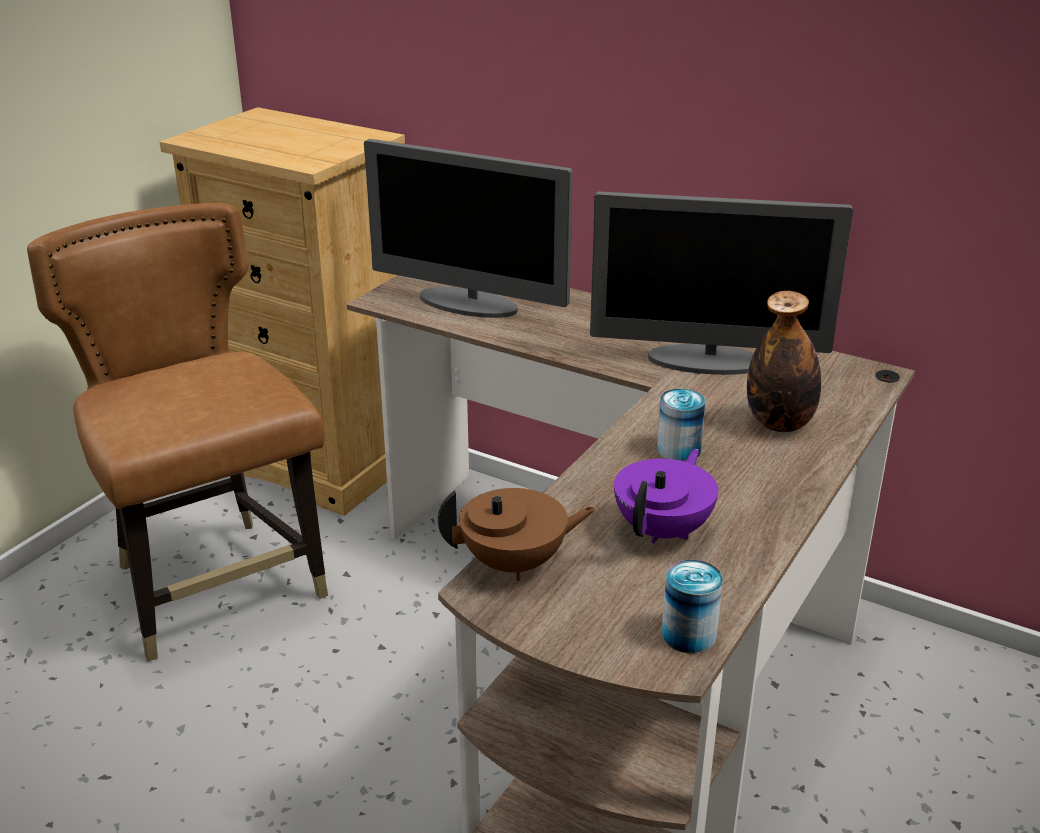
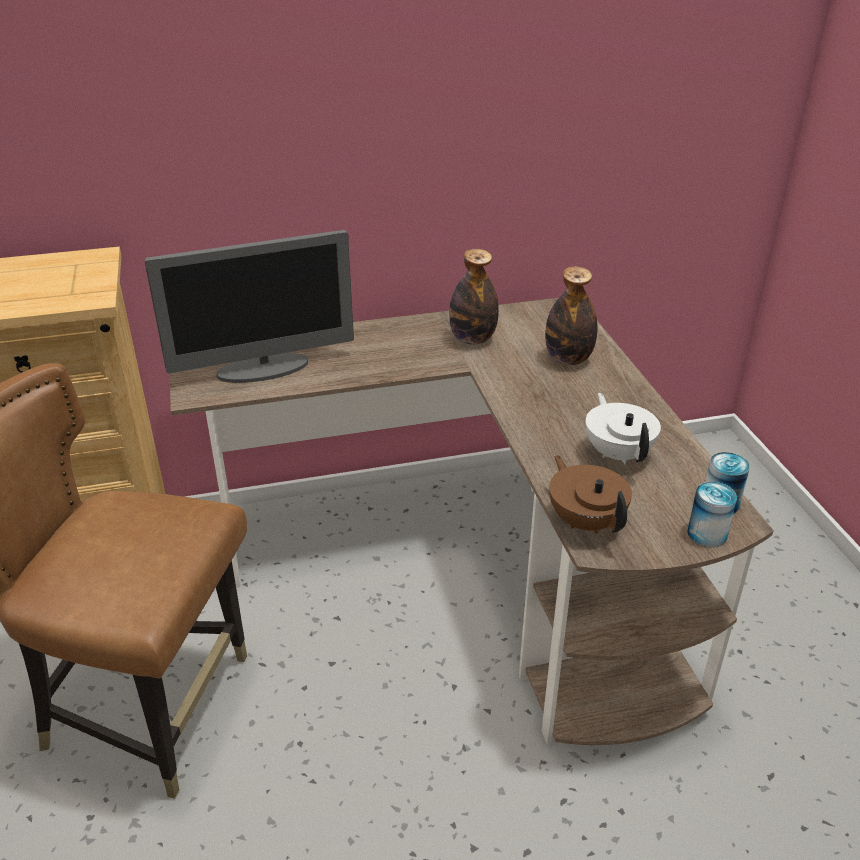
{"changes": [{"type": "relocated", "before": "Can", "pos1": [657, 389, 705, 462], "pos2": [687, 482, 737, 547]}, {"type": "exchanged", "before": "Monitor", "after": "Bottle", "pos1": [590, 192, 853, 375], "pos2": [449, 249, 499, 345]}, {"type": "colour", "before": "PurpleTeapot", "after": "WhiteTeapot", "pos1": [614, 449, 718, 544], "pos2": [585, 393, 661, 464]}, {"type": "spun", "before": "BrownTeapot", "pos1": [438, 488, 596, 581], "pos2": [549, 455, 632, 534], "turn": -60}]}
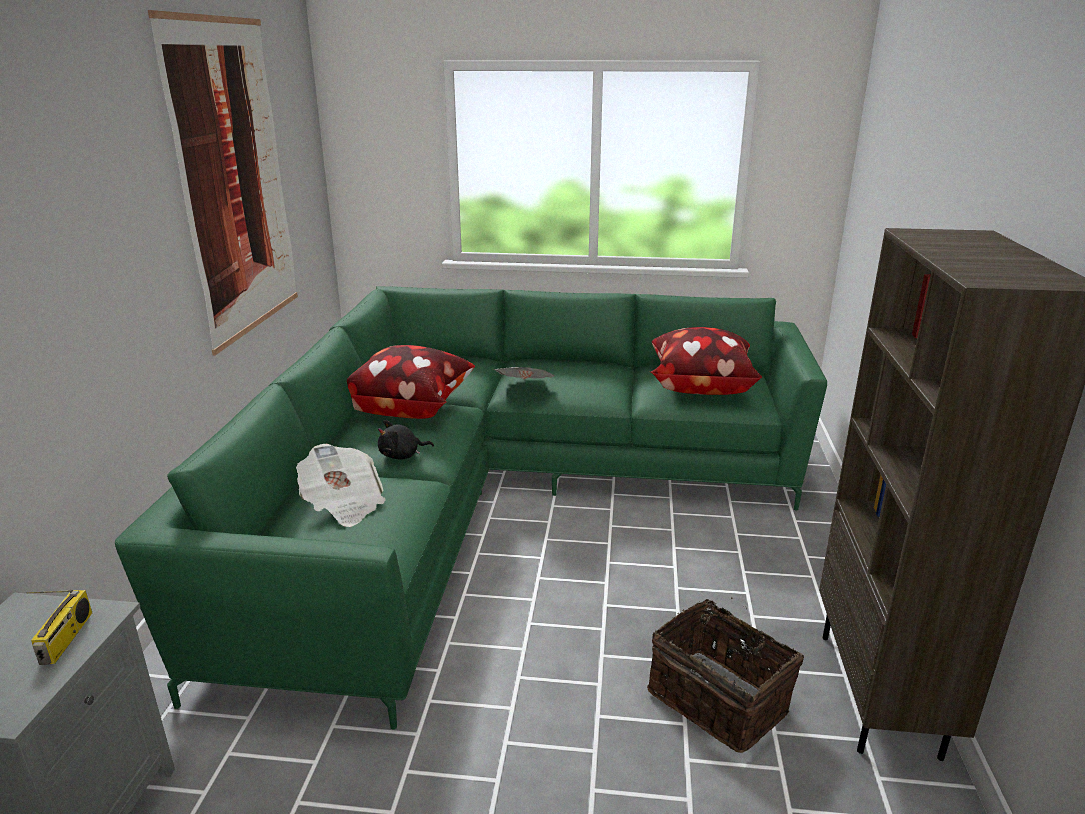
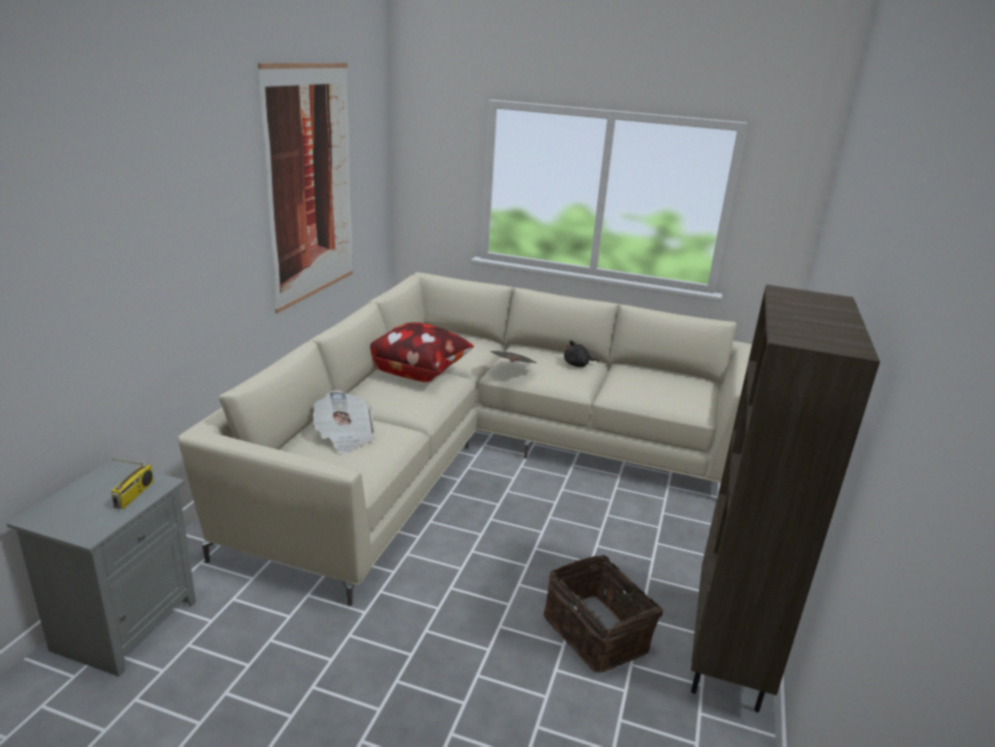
{"changes": [{"type": "missing", "before": "Pillow", "pos1": [650, 327, 762, 395]}, {"type": "relocated", "before": "BlackPlushToy", "pos1": [378, 420, 434, 459], "pos2": [564, 340, 599, 367]}, {"type": "colour", "before": "GreenSofa", "after": "BeigeSofa", "pos1": [115, 286, 827, 729], "pos2": [178, 272, 752, 606]}]}
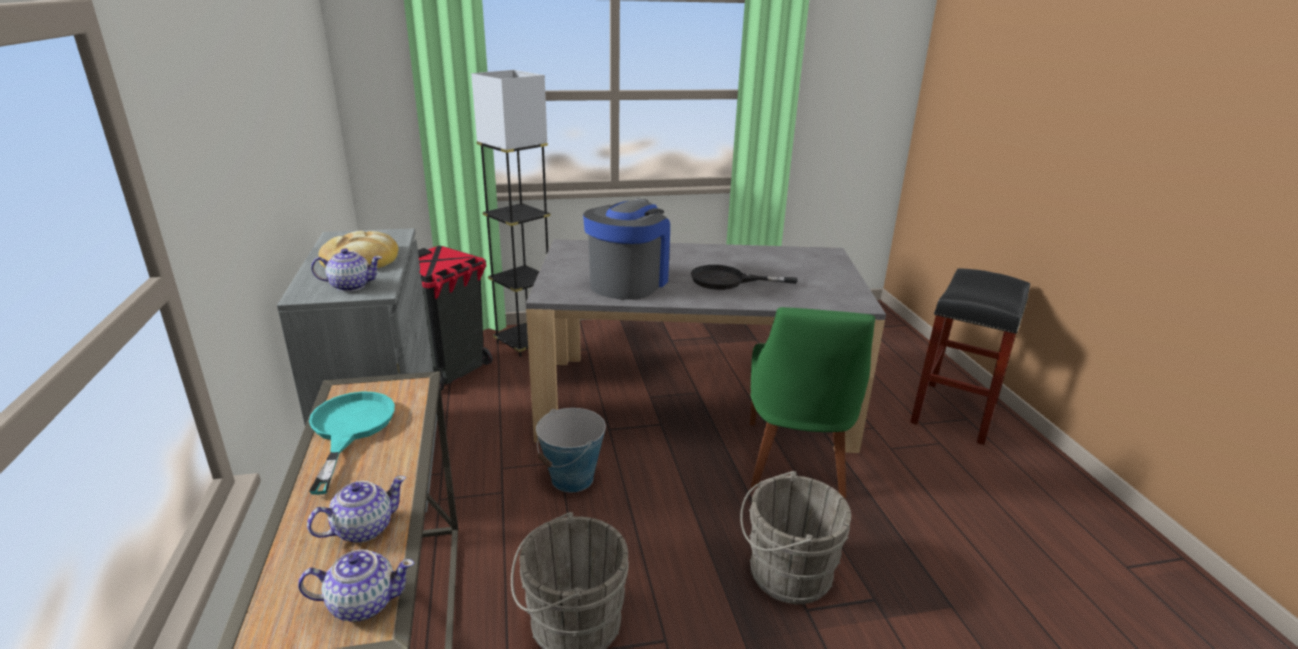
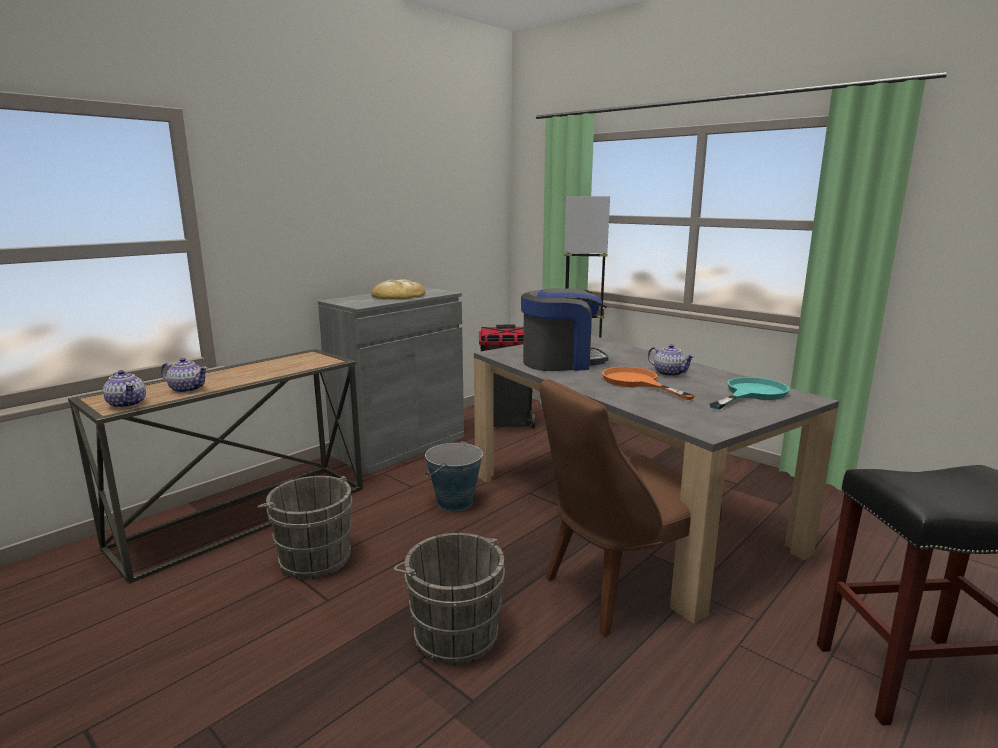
{"changes": [{"type": "relocated", "before": "TurquoiseFryingPan", "pos1": [309, 391, 395, 495], "pos2": [710, 377, 790, 410]}, {"type": "relocated", "before": "Teapot", "pos1": [311, 248, 382, 292], "pos2": [648, 344, 695, 377]}, {"type": "colour", "before": "BlackFryingPan", "after": "OrangeFryingPan", "pos1": [691, 265, 798, 290], "pos2": [602, 367, 695, 400]}, {"type": "colour", "before": "GreenChair", "after": "BrownChair", "pos1": [750, 307, 875, 498], "pos2": [540, 379, 722, 637]}]}
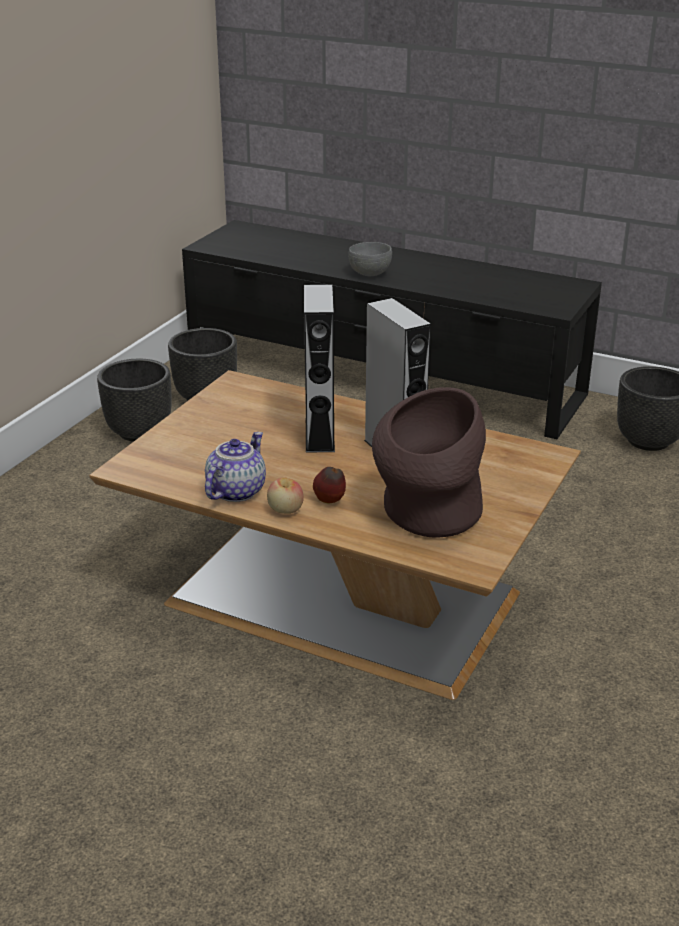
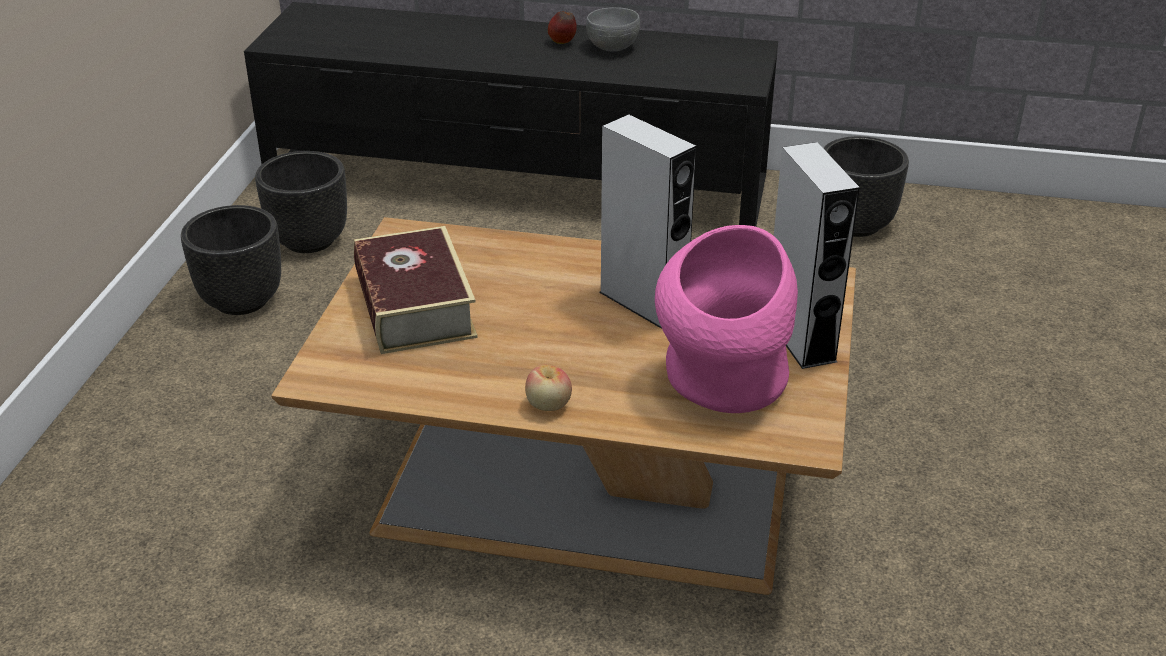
{"changes": [{"type": "missing", "before": "Teapot", "pos1": [205, 432, 266, 502]}, {"type": "appeared", "after": "Book", "pos2": [353, 226, 478, 354]}, {"type": "relocated", "before": "GreySpeaker", "pos1": [304, 284, 335, 453], "pos2": [774, 142, 860, 369]}, {"type": "relocated", "before": "Apple", "pos1": [313, 467, 346, 503], "pos2": [548, 11, 577, 44]}, {"type": "relocated", "before": "GreyBowl", "pos1": [349, 242, 392, 276], "pos2": [586, 7, 640, 52]}, {"type": "colour", "before": "BrownVase", "after": "PinkVase", "pos1": [372, 387, 486, 538], "pos2": [655, 225, 798, 413]}]}
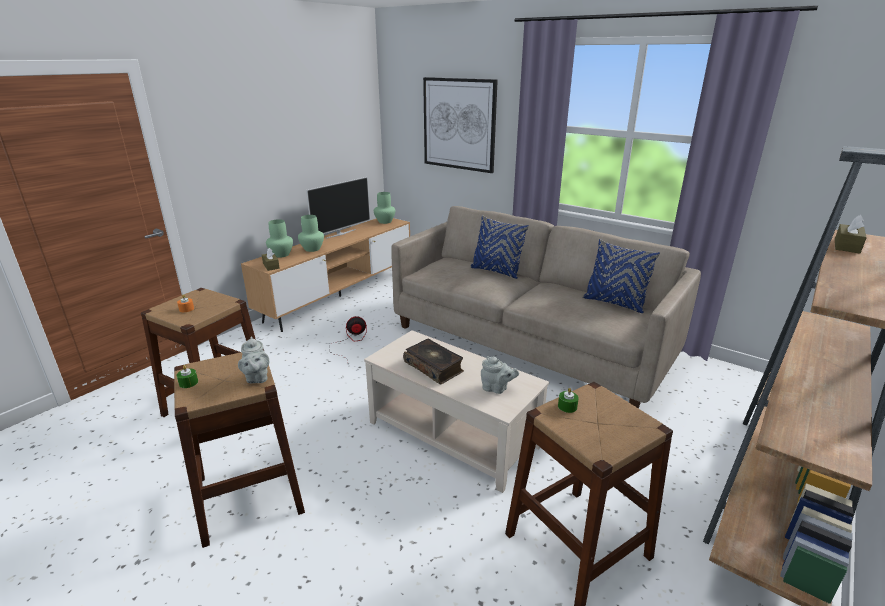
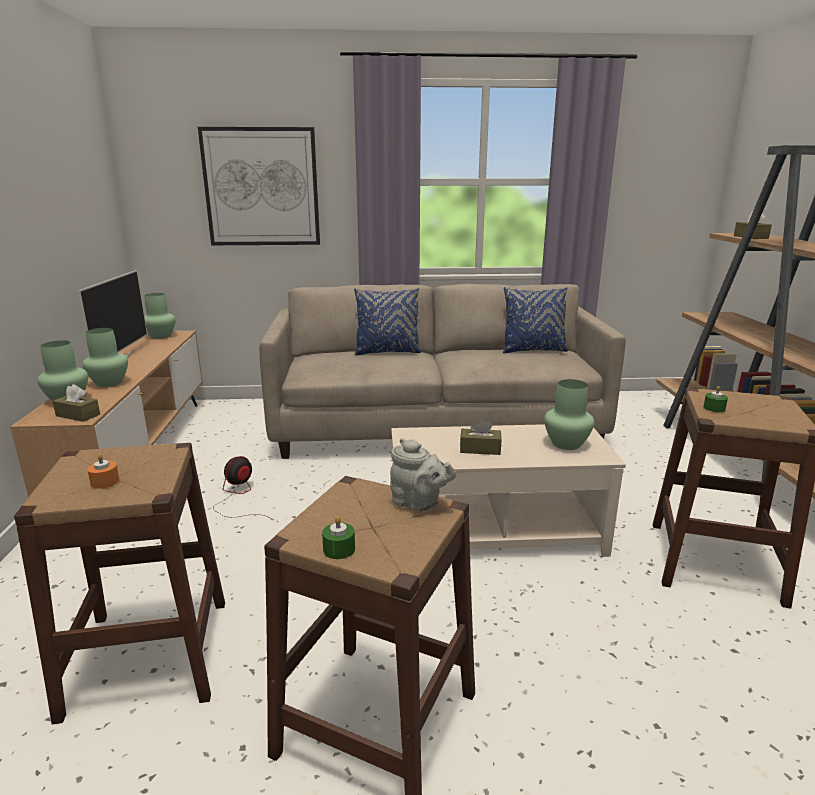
{"changes": [{"type": "exchanged", "before": "Book", "after": "BrownTissueBox", "pos1": [403, 339, 464, 384], "pos2": [460, 419, 502, 455]}, {"type": "exchanged", "before": "GreyTeapot", "after": "GreenVase", "pos1": [481, 356, 519, 394], "pos2": [544, 379, 594, 450]}]}
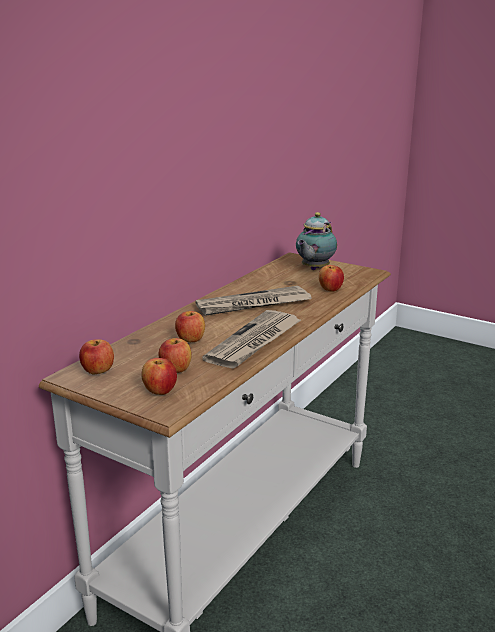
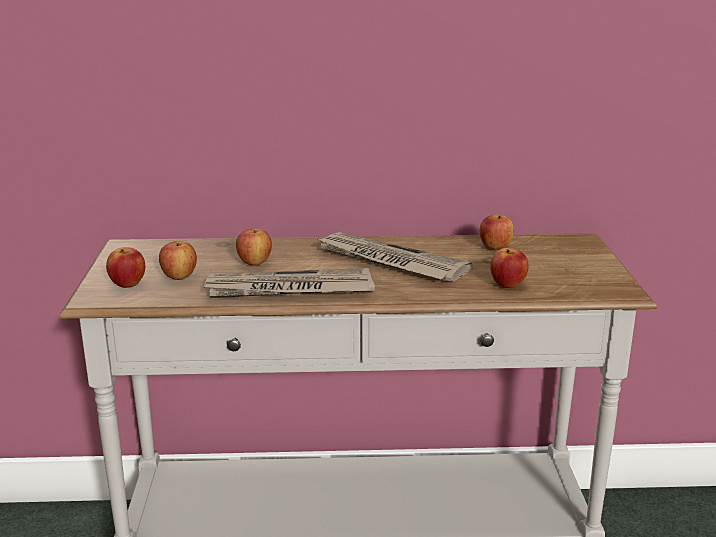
{"changes": [{"type": "missing", "before": "Teapot", "pos1": [296, 212, 337, 270]}, {"type": "relocated", "before": "Apple", "pos1": [79, 339, 114, 374], "pos2": [480, 214, 514, 250]}]}
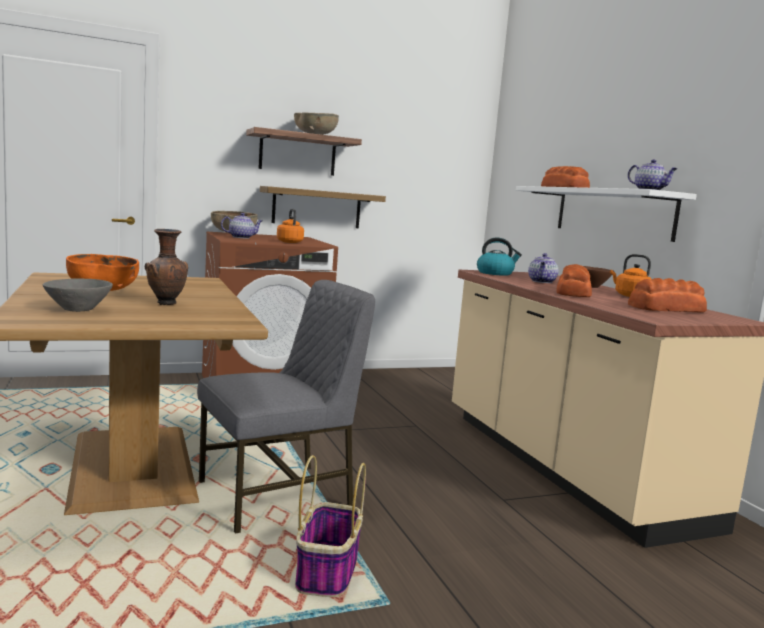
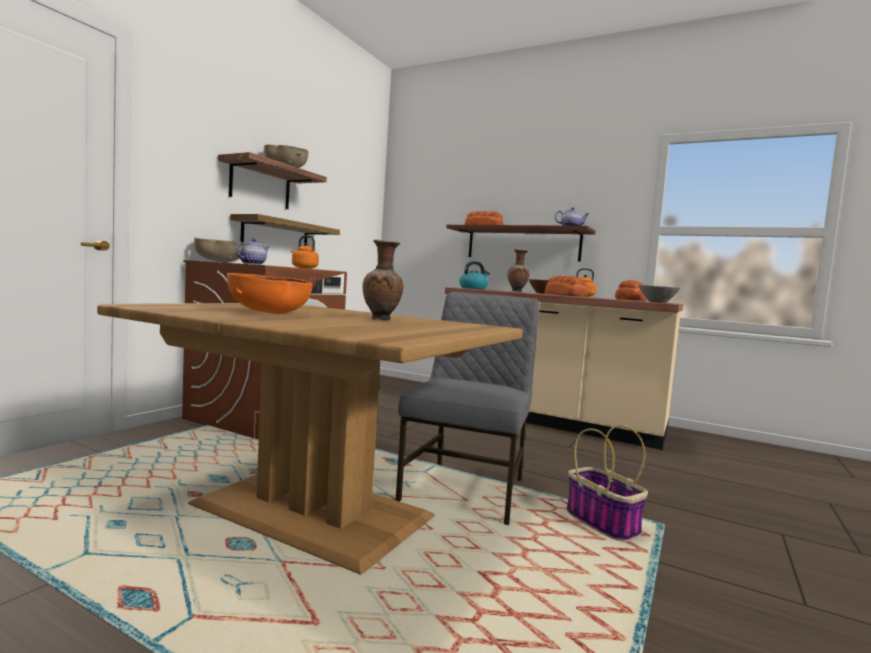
{"changes": [{"type": "relocated", "before": "GreyBowl", "pos1": [43, 278, 113, 312], "pos2": [639, 285, 680, 303]}, {"type": "exchanged", "before": "Teapot", "after": "BrownVase", "pos1": [528, 253, 559, 283], "pos2": [508, 249, 530, 292]}, {"type": "colour", "before": "WhiteShelf", "after": "BrownShelf", "pos1": [516, 186, 697, 242], "pos2": [446, 225, 595, 262]}]}
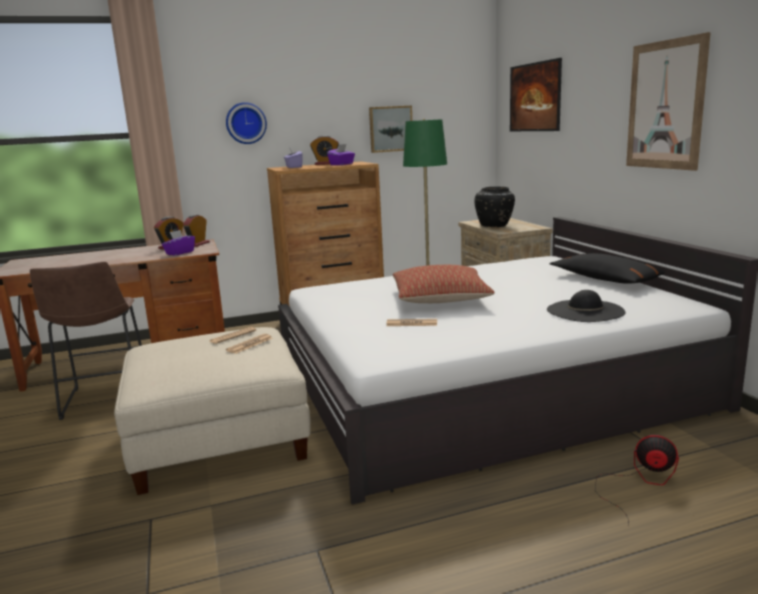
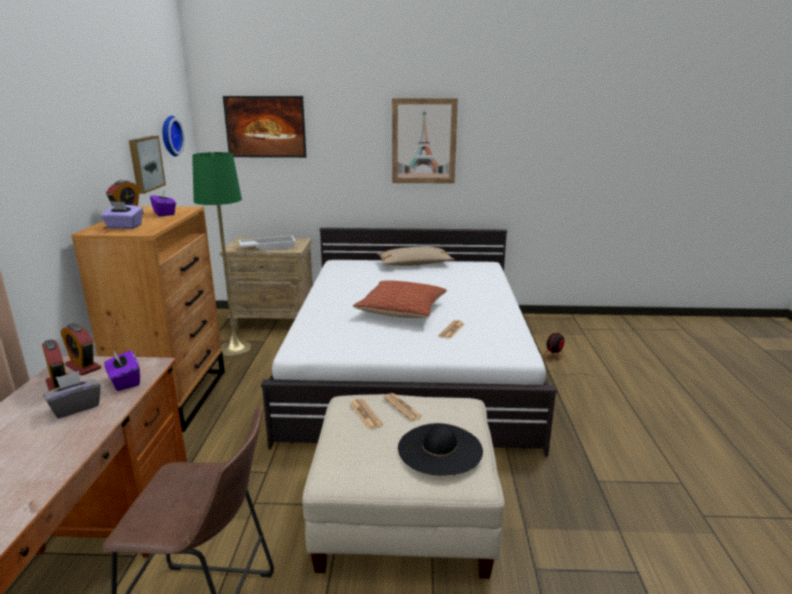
{"changes": [{"type": "appeared", "after": "GreyTissueBox", "pos2": [43, 371, 101, 419]}, {"type": "relocated", "before": "WallClock", "pos1": [226, 102, 267, 144], "pos2": [163, 116, 185, 156]}, {"type": "relocated", "before": "BlackHat", "pos1": [547, 290, 625, 322], "pos2": [398, 423, 483, 475]}, {"type": "exchanged", "before": "BlackVase", "after": "WhiteTray", "pos1": [474, 187, 515, 227], "pos2": [239, 236, 296, 251]}, {"type": "colour", "before": "BlackPillow", "after": "BeigePillow", "pos1": [550, 253, 665, 284], "pos2": [377, 246, 454, 266]}]}
